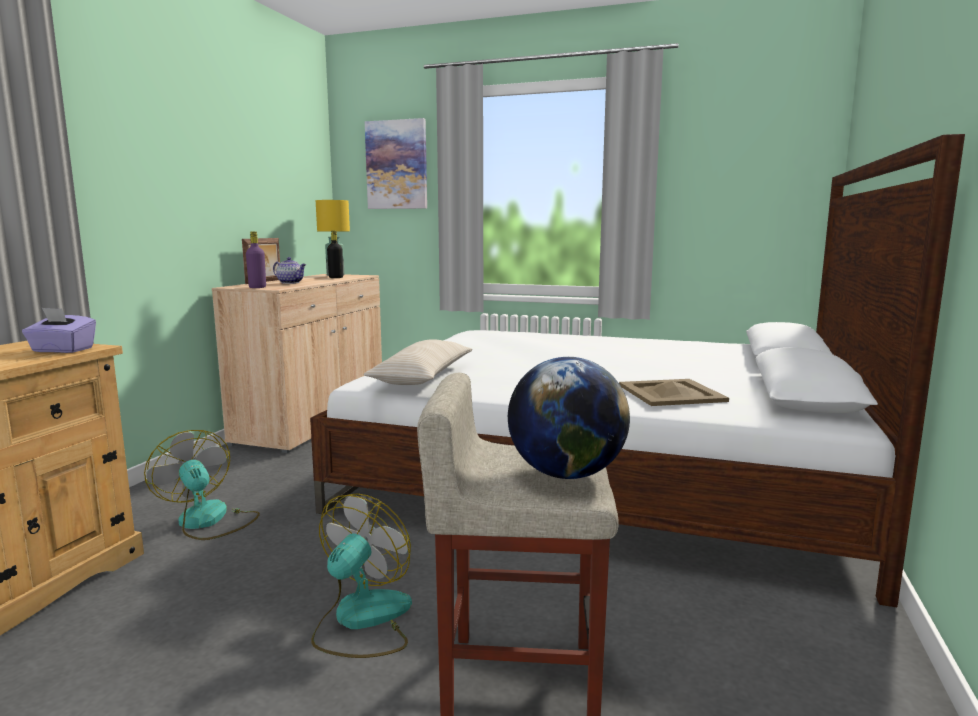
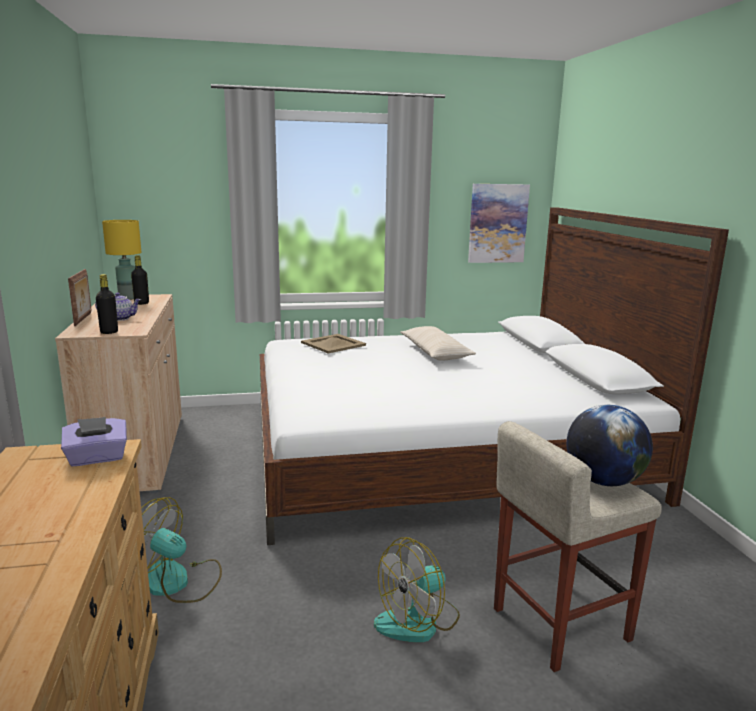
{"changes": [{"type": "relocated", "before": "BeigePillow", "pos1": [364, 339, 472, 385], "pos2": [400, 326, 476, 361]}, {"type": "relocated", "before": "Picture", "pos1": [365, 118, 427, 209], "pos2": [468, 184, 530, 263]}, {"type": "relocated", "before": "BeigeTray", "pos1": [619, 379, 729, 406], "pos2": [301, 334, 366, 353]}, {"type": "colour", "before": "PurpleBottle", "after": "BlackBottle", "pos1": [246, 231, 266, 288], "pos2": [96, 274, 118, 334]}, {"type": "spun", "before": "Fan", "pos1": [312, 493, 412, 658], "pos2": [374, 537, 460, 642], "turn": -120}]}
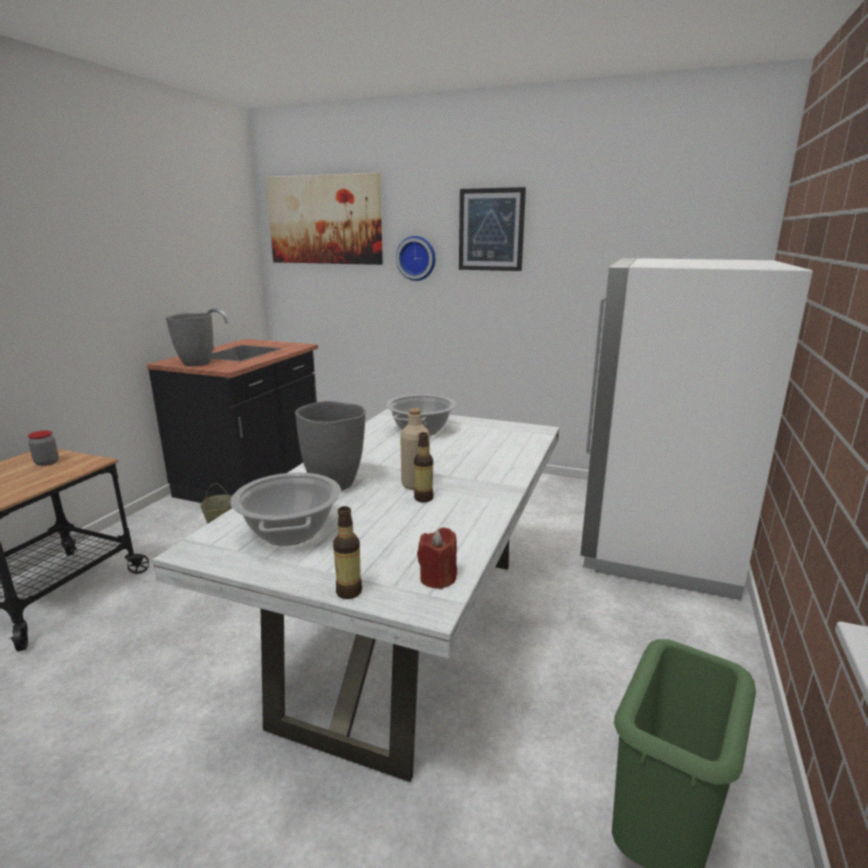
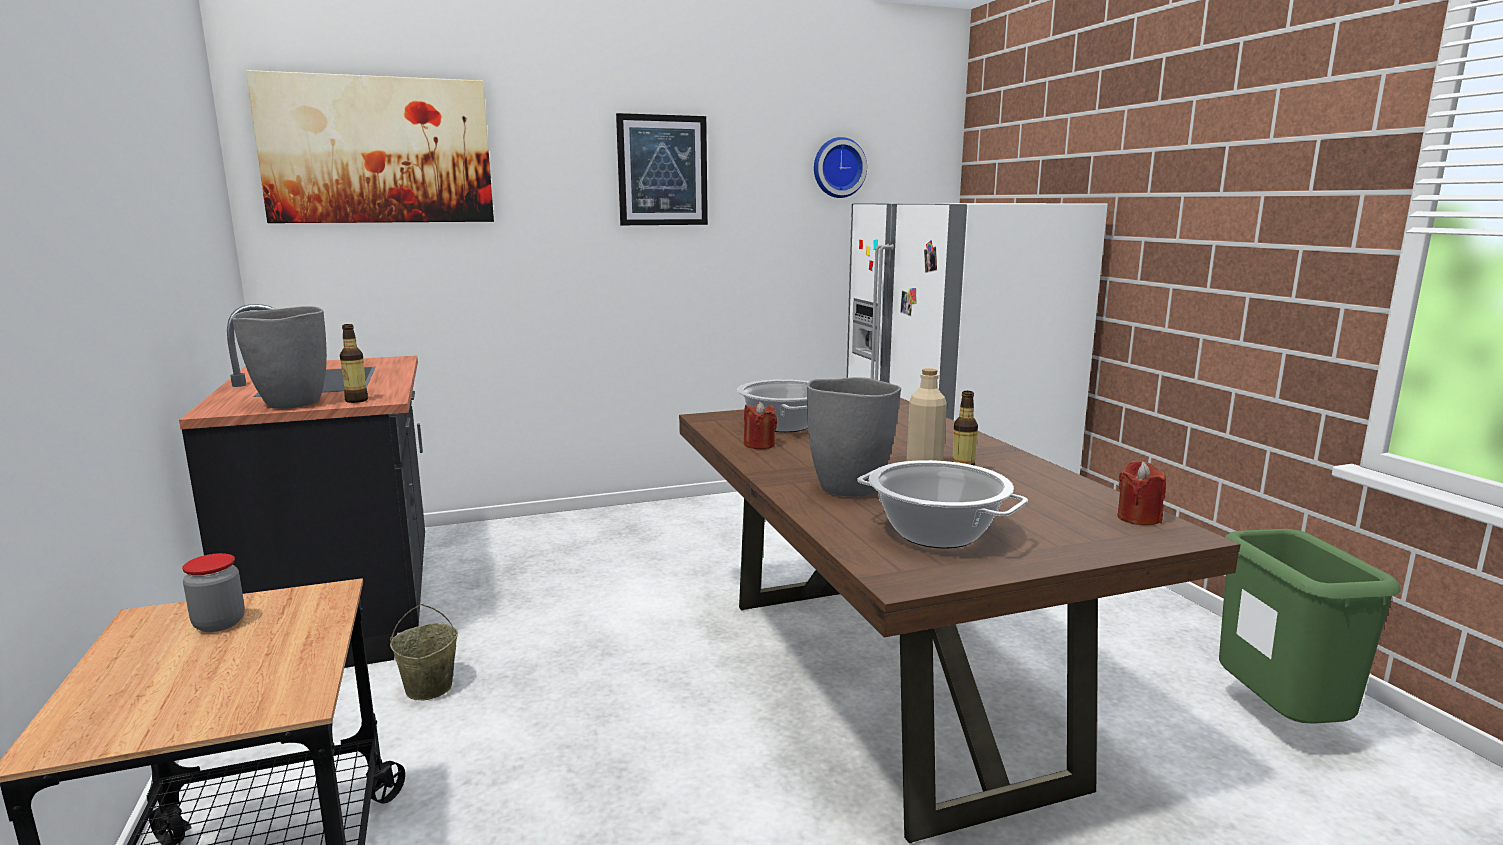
{"changes": [{"type": "appeared", "after": "RedCandle", "pos2": [744, 401, 777, 449]}, {"type": "relocated", "before": "Bottle", "pos1": [333, 506, 362, 599], "pos2": [340, 324, 368, 403]}, {"type": "relocated", "before": "WallClock", "pos1": [396, 236, 436, 281], "pos2": [814, 137, 867, 198]}, {"type": "colour", "before": "WhiteDiningTable", "after": "BrownDiningTable", "pos1": [152, 408, 559, 782], "pos2": [679, 398, 1241, 843]}]}
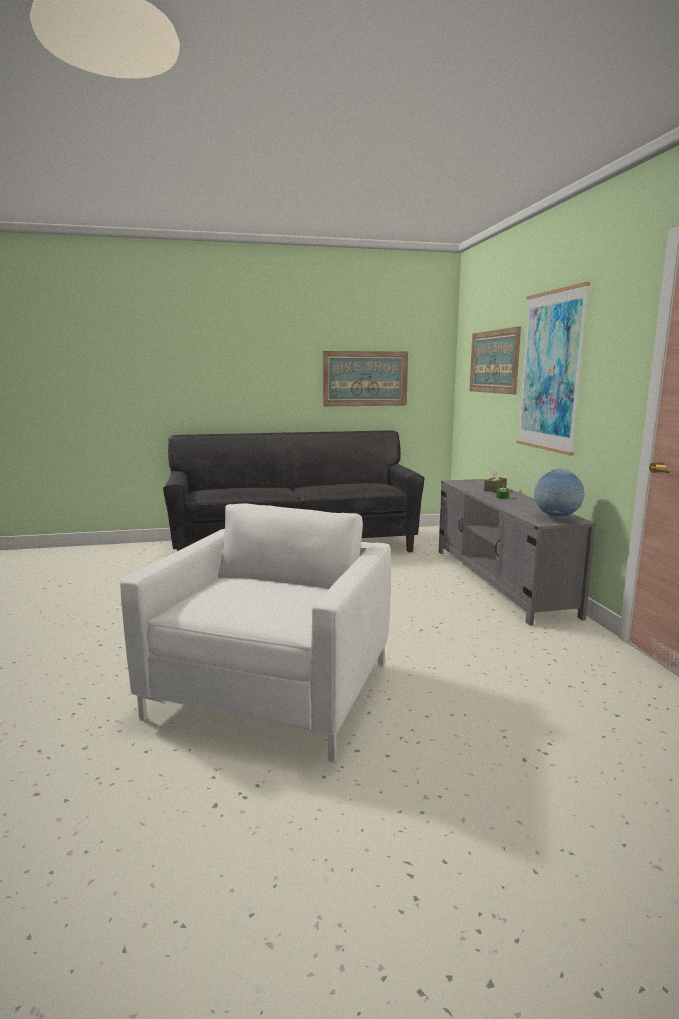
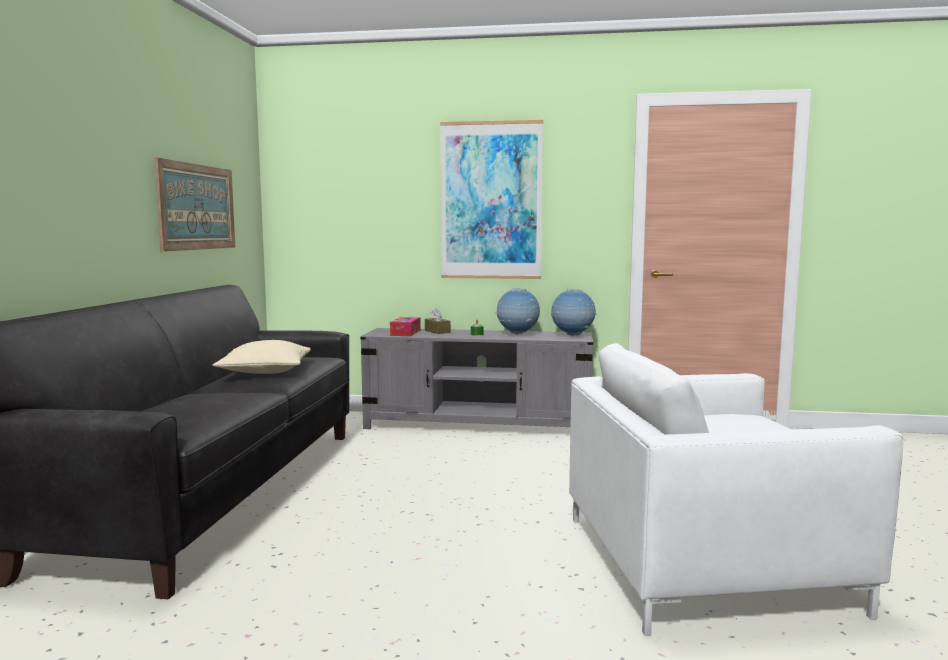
{"changes": [{"type": "missing", "before": "Picture", "pos1": [469, 326, 521, 394]}, {"type": "appeared", "after": "BeigePillow", "pos2": [212, 340, 311, 374]}, {"type": "appeared", "after": "TissueBox", "pos2": [390, 317, 421, 336]}, {"type": "appeared", "after": "Globe", "pos2": [496, 288, 540, 335]}, {"type": "spun", "before": "WhiteArmchair", "pos1": [120, 503, 391, 762], "pos2": [569, 343, 904, 636], "turn": -45}]}
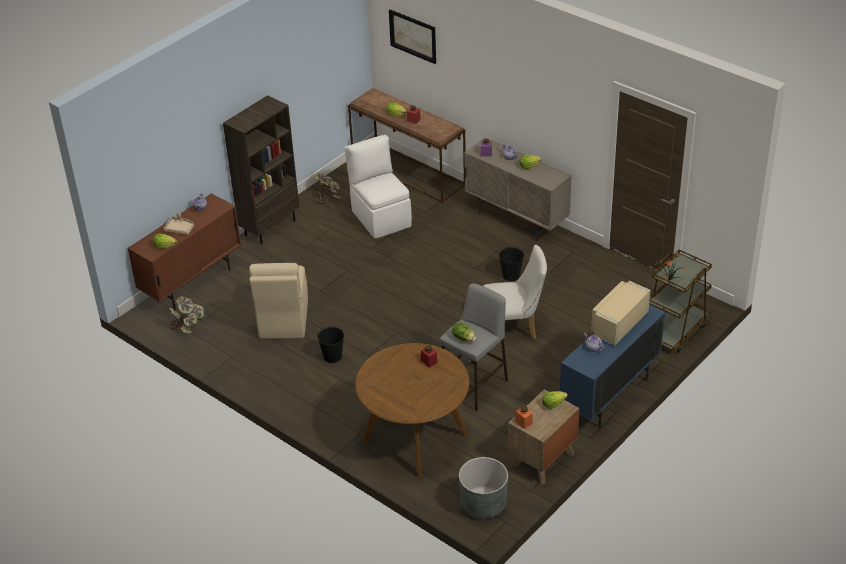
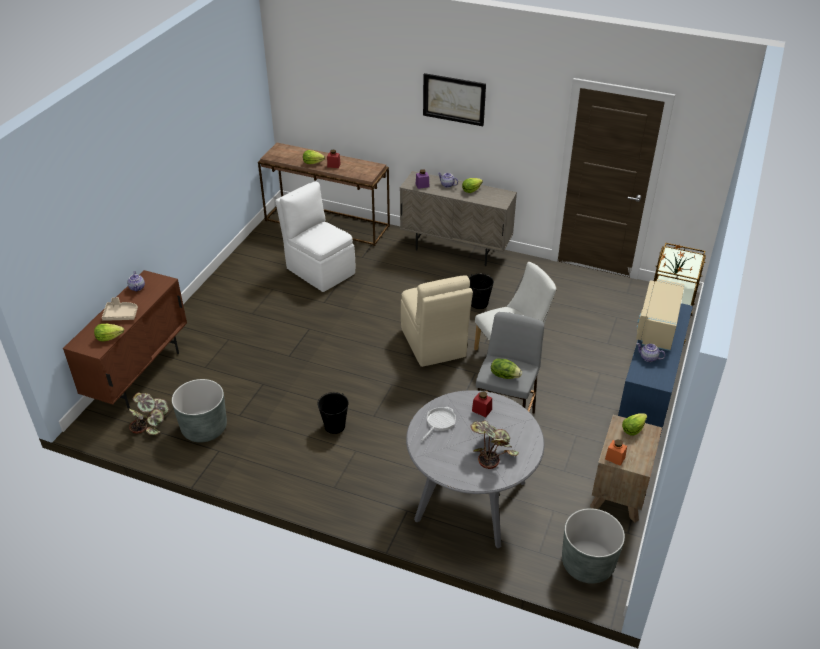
{"changes": [{"type": "missing", "before": "BrownBookcase", "pos1": [223, 95, 299, 245]}, {"type": "appeared", "after": "GreyPlanter", "pos2": [172, 379, 227, 443]}, {"type": "appeared", "after": "FryingPan", "pos2": [421, 407, 456, 441]}, {"type": "relocated", "before": "BeigeChair", "pos1": [249, 263, 308, 339], "pos2": [401, 275, 473, 367]}, {"type": "relocated", "before": "PottedPlant", "pos1": [313, 174, 341, 204], "pos2": [470, 420, 519, 469]}, {"type": "relocated", "before": "Picture", "pos1": [389, 10, 436, 64], "pos2": [423, 73, 486, 126]}, {"type": "colour", "before": "BrownDiningTable", "after": "GreyDiningTable", "pos1": [355, 343, 470, 477], "pos2": [406, 390, 544, 548]}]}
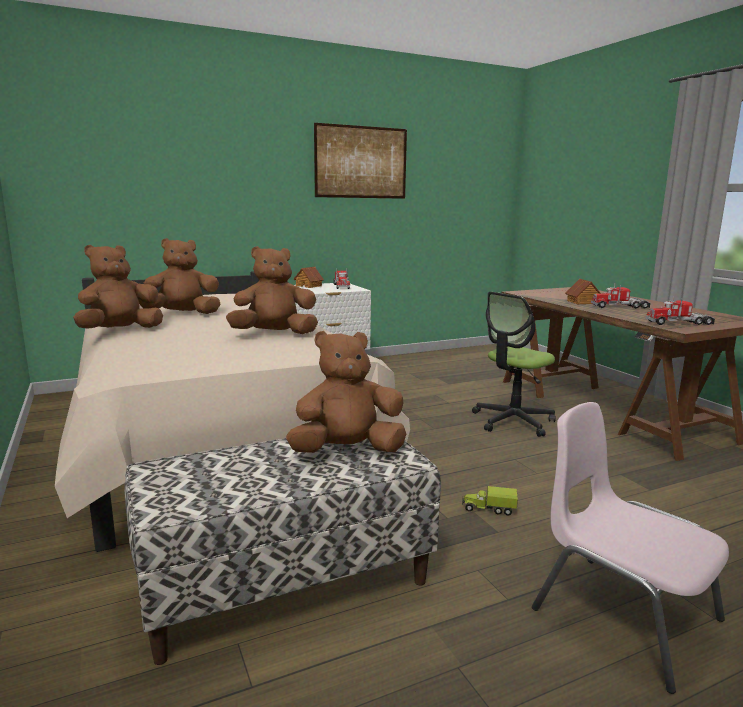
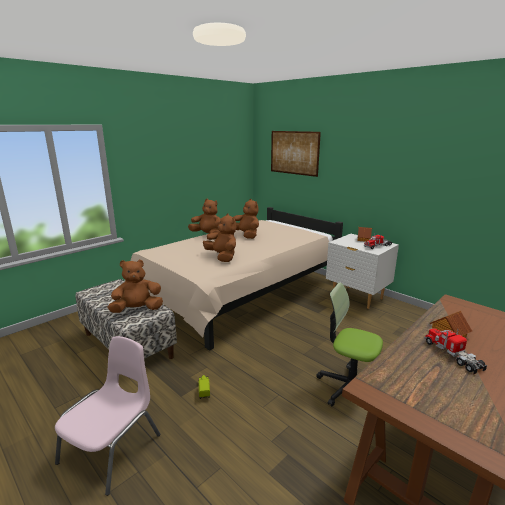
{"changes": [{"type": "missing", "before": "ToyTruck", "pos1": [646, 296, 715, 325]}, {"type": "relocated", "before": "Picture", "pos1": [314, 123, 407, 199], "pos2": [271, 131, 321, 177]}, {"type": "spun", "before": "BrownPlushToy", "pos1": [286, 331, 406, 453], "pos2": [107, 260, 163, 313], "turn": -75}]}
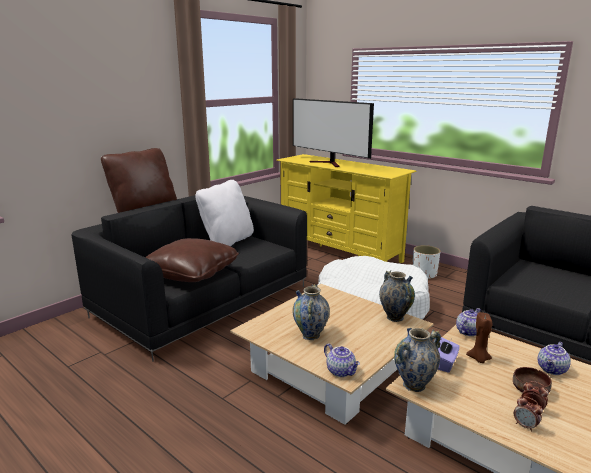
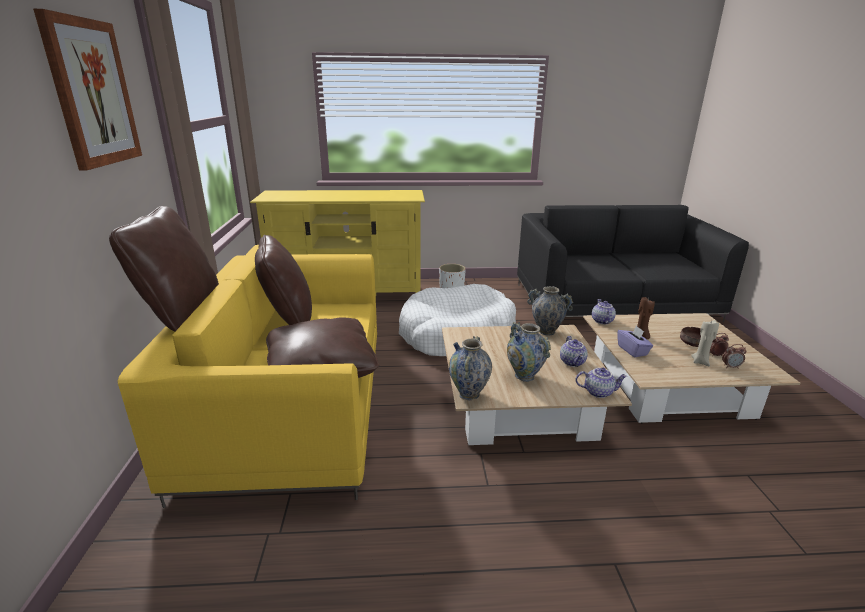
{"changes": [{"type": "missing", "before": "Television", "pos1": [293, 98, 374, 167]}, {"type": "appeared", "after": "Picture", "pos2": [33, 9, 142, 170]}, {"type": "appeared", "after": "BeigeCandle", "pos2": [691, 320, 719, 366]}, {"type": "relocated", "before": "Vase", "pos1": [394, 328, 441, 392], "pos2": [449, 336, 492, 400]}, {"type": "relocated", "before": "Teapot", "pos1": [538, 342, 571, 375], "pos2": [560, 336, 588, 367]}, {"type": "colour", "before": "BlackSofa", "after": "YellowSofa", "pos1": [71, 195, 307, 362], "pos2": [118, 245, 377, 508]}, {"type": "colour", "before": "WhitePillow", "after": "BrownPillow", "pos1": [195, 180, 254, 246], "pos2": [255, 235, 312, 325]}]}
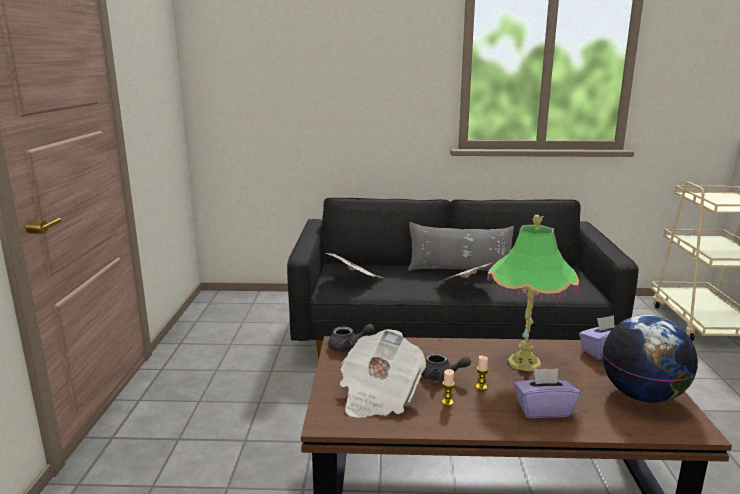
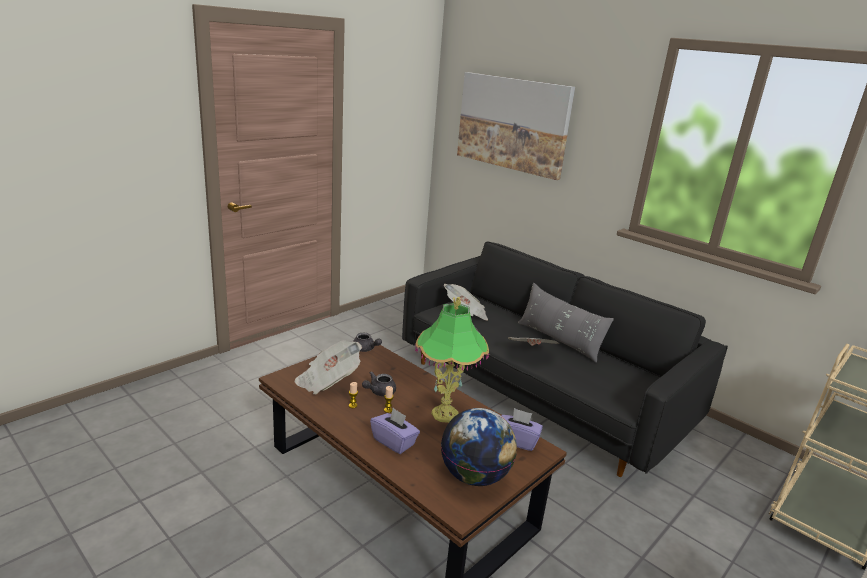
{"changes": [{"type": "appeared", "after": "Picture", "pos2": [457, 72, 575, 180]}, {"type": "spun", "before": "GreyTeapot", "pos1": [421, 352, 471, 381], "pos2": [362, 371, 396, 397], "turn": 75}]}
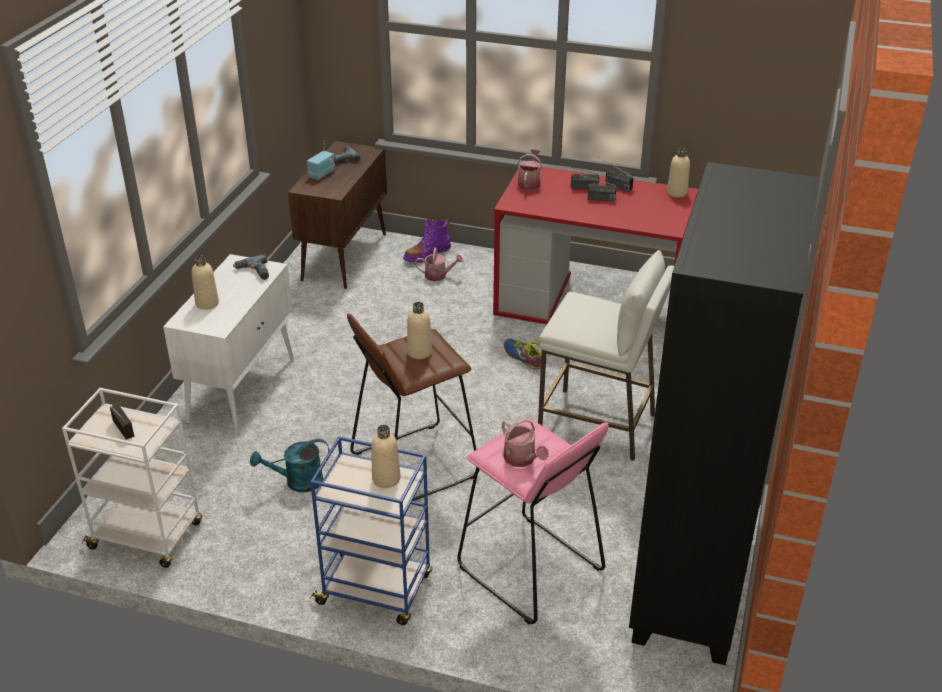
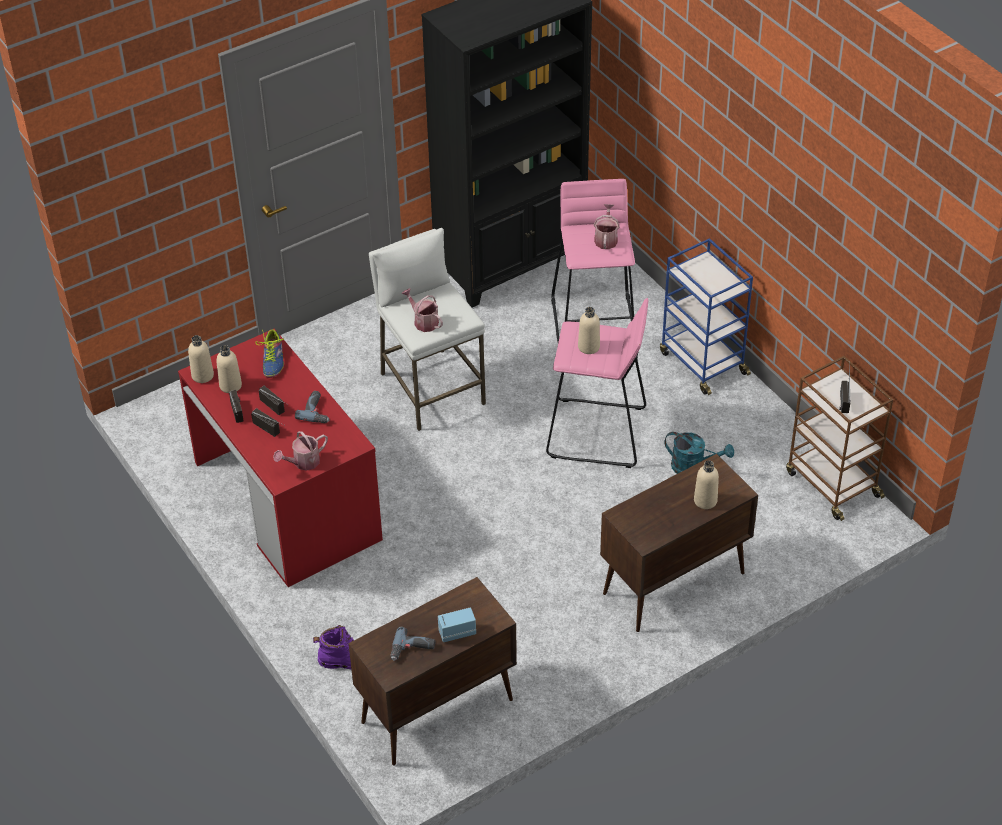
{"changes": [{"type": "relocated", "before": "PowerDrill", "pos1": [233, 254, 269, 280], "pos2": [295, 391, 330, 423]}, {"type": "relocated", "before": "BeigeBottle", "pos1": [371, 425, 400, 488], "pos2": [216, 345, 242, 393]}, {"type": "relocated", "before": "WateringCan", "pos1": [415, 248, 464, 281], "pos2": [401, 288, 443, 332]}, {"type": "relocated", "before": "Shoe", "pos1": [504, 339, 542, 370], "pos2": [256, 329, 284, 378]}, {"type": "colour", "before": "WhiteCart", "after": "BrownCart", "pos1": [62, 388, 202, 568], "pos2": [786, 356, 893, 521]}, {"type": "colour", "before": "WhiteCabinet", "after": "BrownCabinet", "pos1": [163, 254, 294, 435], "pos2": [600, 454, 758, 632]}, {"type": "colour", "before": "BrownStool", "after": "PinkStool", "pos1": [347, 314, 480, 501], "pos2": [546, 298, 648, 468]}]}
